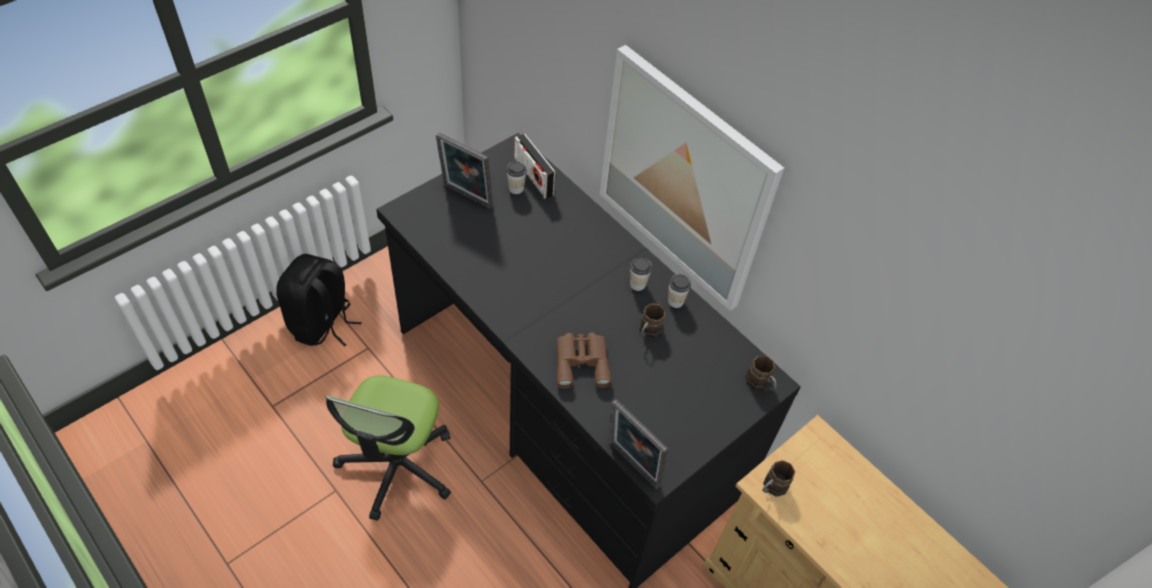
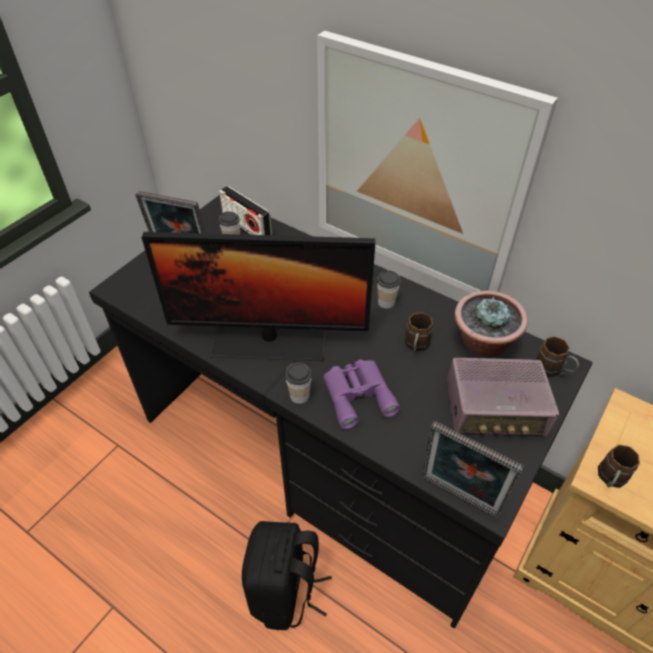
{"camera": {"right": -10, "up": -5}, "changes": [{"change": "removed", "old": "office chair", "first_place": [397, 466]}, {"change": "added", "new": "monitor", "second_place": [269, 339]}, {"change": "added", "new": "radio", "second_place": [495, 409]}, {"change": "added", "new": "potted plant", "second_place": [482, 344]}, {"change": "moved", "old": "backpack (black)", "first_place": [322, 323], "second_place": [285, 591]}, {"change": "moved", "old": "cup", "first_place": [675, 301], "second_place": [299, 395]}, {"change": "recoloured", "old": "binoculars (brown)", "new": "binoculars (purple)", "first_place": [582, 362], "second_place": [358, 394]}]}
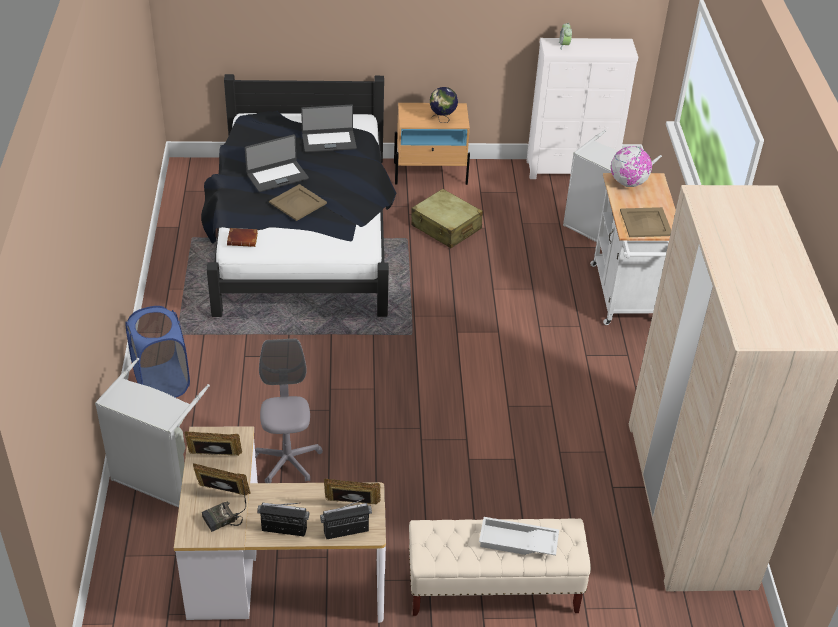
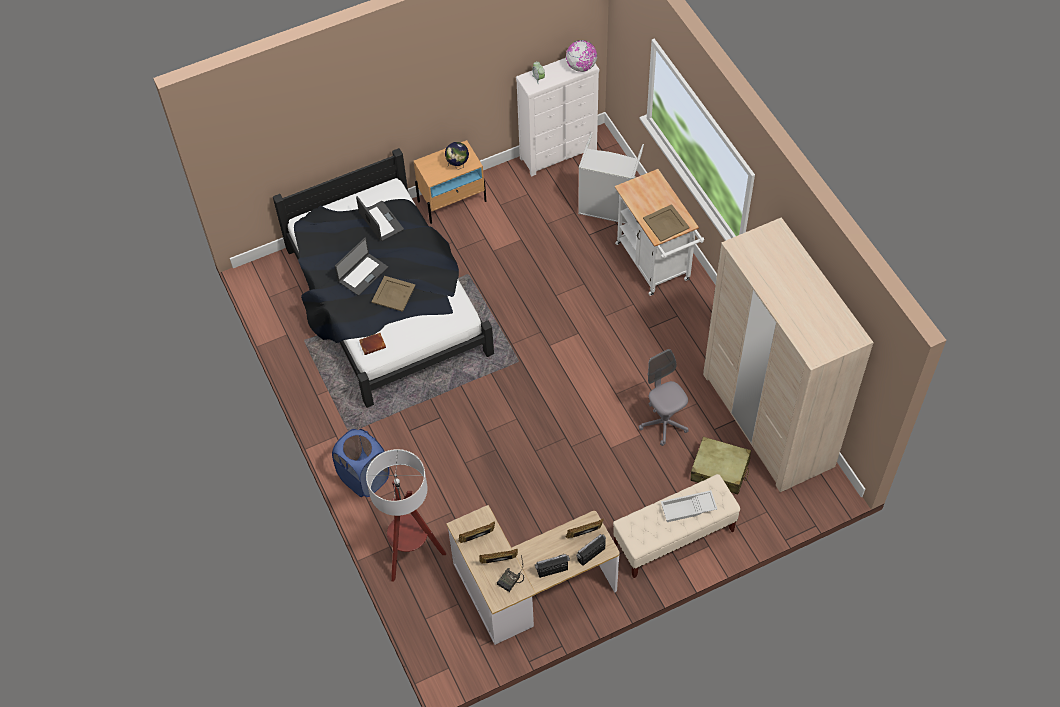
{"camera": {"right": -20, "up": 15}, "changes": [{"change": "moved", "old": "office chair (grey)", "first_place": [287, 461], "second_place": [663, 423]}, {"change": "moved", "old": "suitcase (beige)", "first_place": [446, 227], "second_place": [720, 470]}, {"change": "moved", "old": "globe", "first_place": [628, 183], "second_place": [581, 67]}, {"change": "replaced", "old": "laundry basket (grey)", "new": "floor lamp", "first_place": [159, 479], "second_place": [411, 553]}, {"change": "turned", "old": "laptop", "first_place": [329, 141], "second_place": [380, 222], "degrees": -90}]}
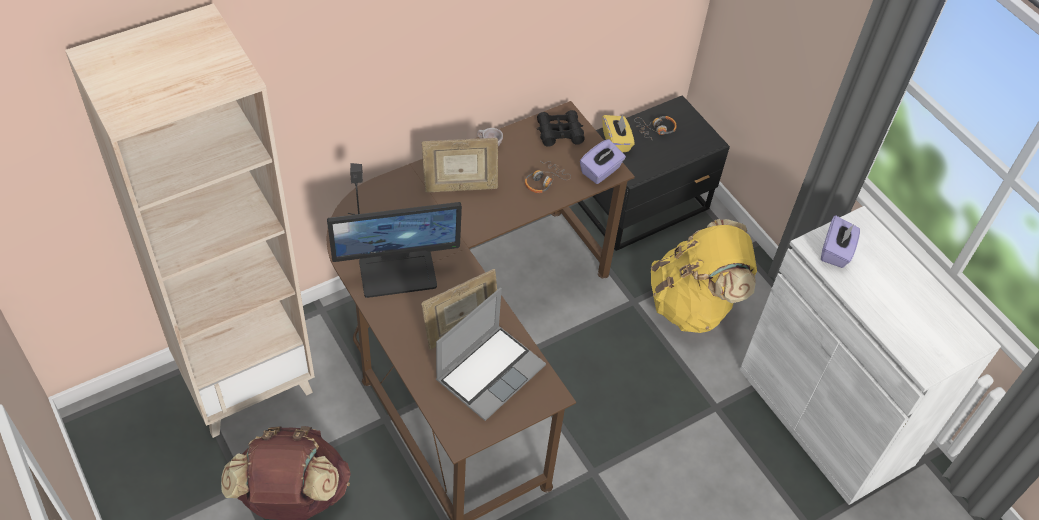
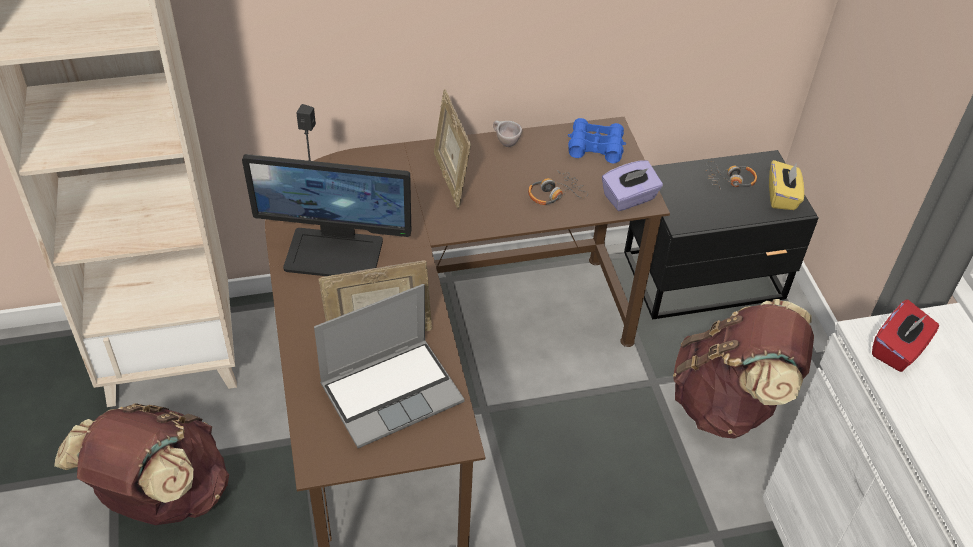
{"camera": {"right": 20, "up": -5}, "changes": [{"change": "moved", "old": "tissue box (yellow)", "first_place": [616, 142], "second_place": [782, 196]}, {"change": "recoloured", "old": "binoculars (black)", "new": "binoculars (blue)", "first_place": [559, 132], "second_place": [595, 147]}, {"change": "recoloured", "old": "backpack (yellow)", "new": "backpack (brown)", "first_place": [693, 304], "second_place": [729, 403]}, {"change": "recoloured", "old": "tissue box (purple)", "new": "tissue box (red)", "first_place": [836, 251], "second_place": [898, 350]}, {"change": "turned", "old": "picture frame", "first_place": [460, 187], "second_place": [450, 179], "degrees": 60}]}
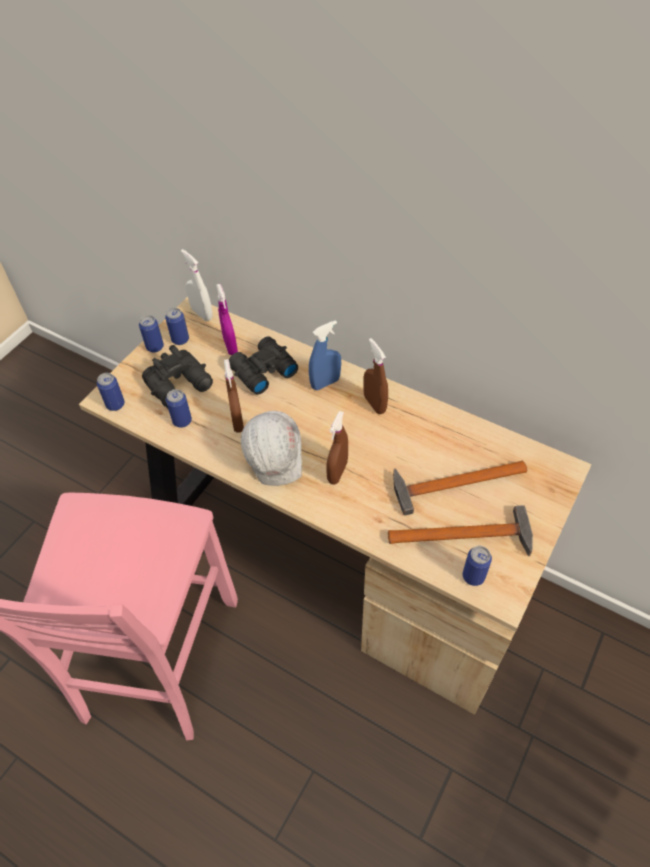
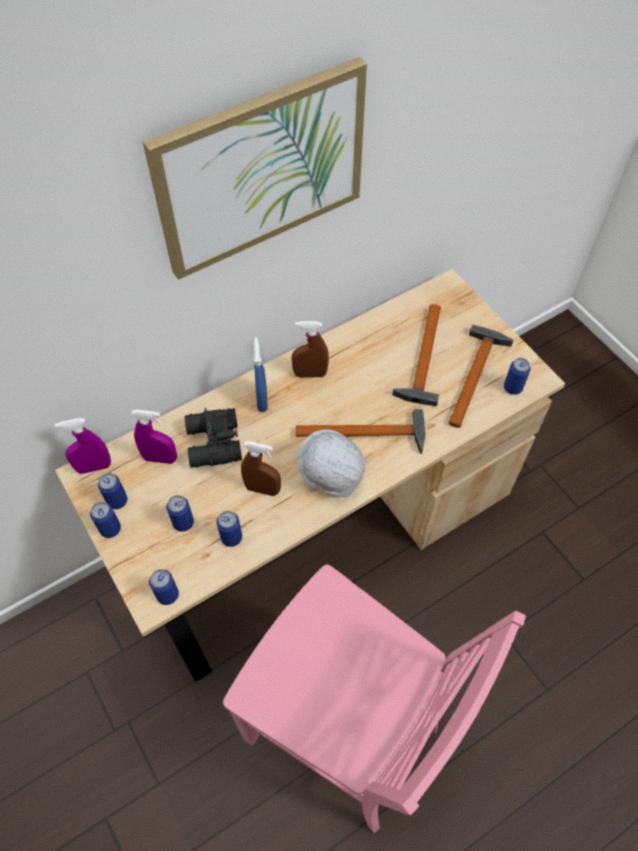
{"camera": {"right": -65, "up": 5}, "changes": [{"change": "added", "new": "picture", "second_place": [261, 169]}, {"change": "replaced", "old": "binoculars (black)", "new": "can", "first_place": [181, 385], "second_place": [183, 522]}, {"change": "replaced", "old": "spray bottle (brown)", "new": "hammer", "first_place": [337, 472], "second_place": [367, 433]}, {"change": "recoloured", "old": "spray bottle (white)", "new": "spray bottle (purple)", "first_place": [202, 313], "second_place": [94, 467]}]}
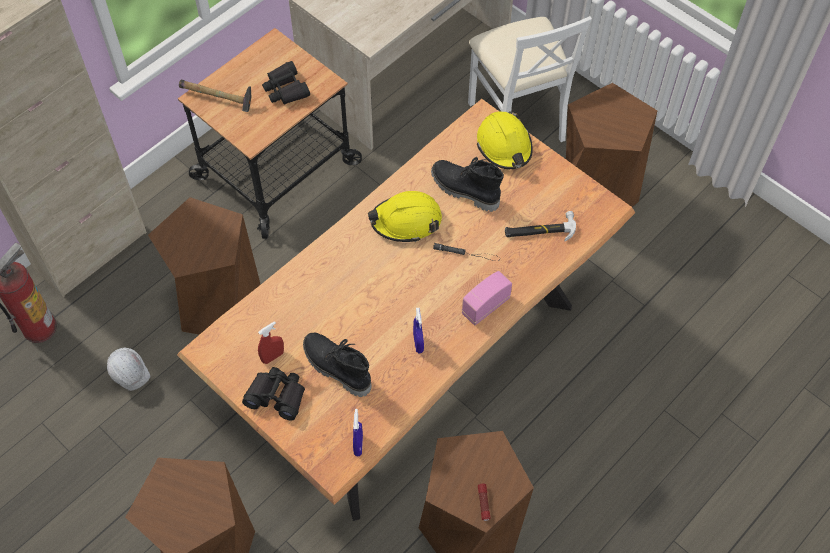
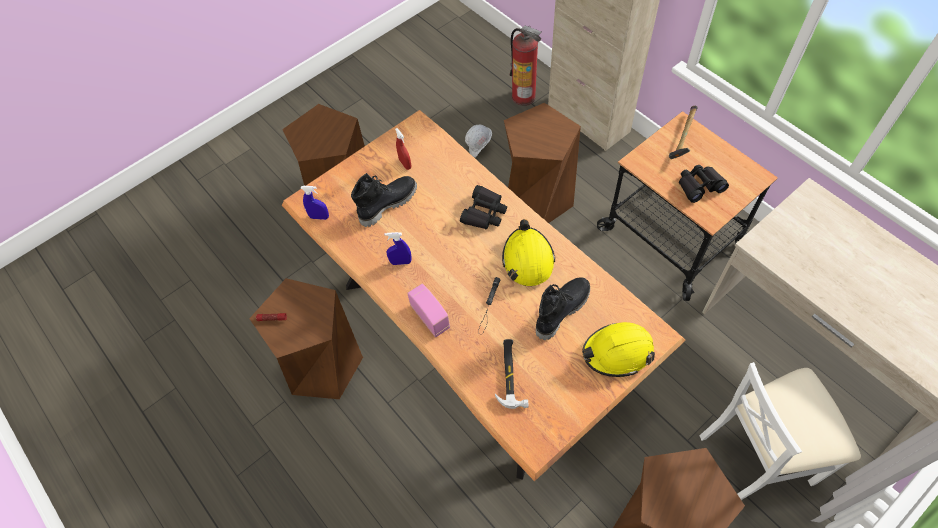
{"camera": {"right": 100, "up": 0}, "changes": [{"change": "moved", "old": "binoculars (black)", "first_place": [277, 396], "second_place": [484, 213]}]}
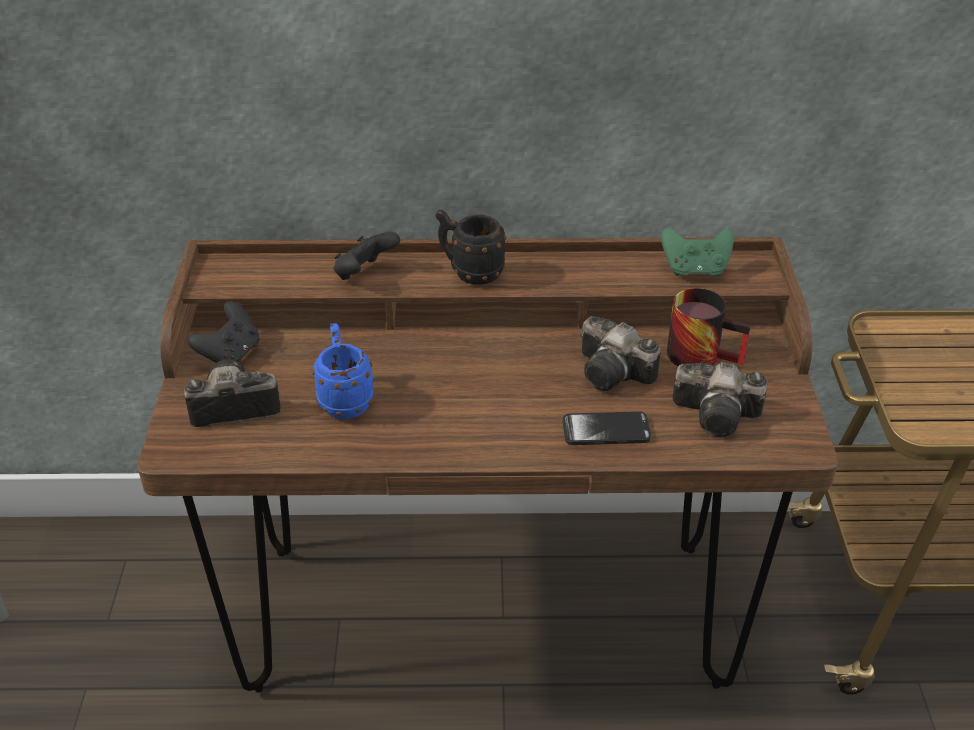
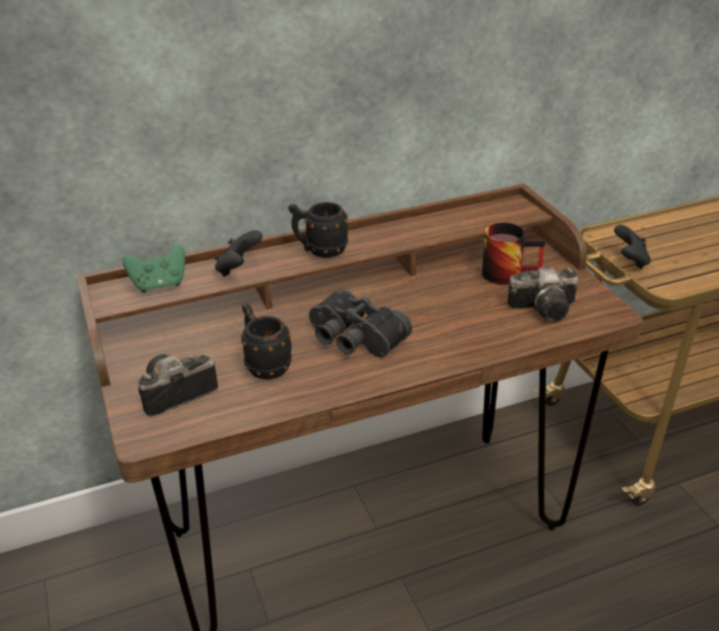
{"camera": {"right": -20, "up": -5}, "changes": [{"change": "removed", "old": "phone", "first_place": [606, 430]}, {"change": "removed", "old": "photo camera", "first_place": [615, 374]}, {"change": "added", "new": "binoculars (black)", "second_place": [354, 339]}, {"change": "moved", "old": "game controller (black)", "first_place": [230, 355], "second_place": [630, 261]}, {"change": "moved", "old": "game controller (green)", "first_place": [695, 270], "second_place": [159, 285]}, {"change": "recoloured", "old": "mug (blue)", "new": "mug (black)", "first_place": [344, 399], "second_place": [264, 365]}]}
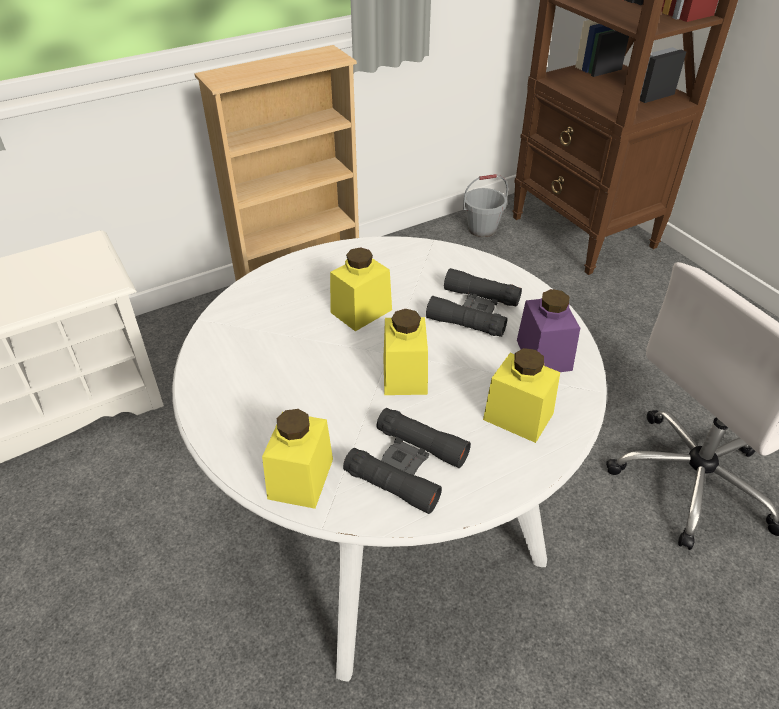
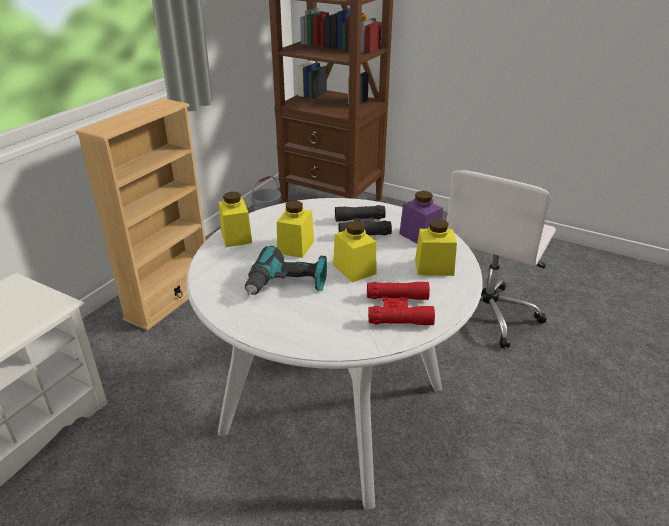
{"camera": {"right": -30, "up": -10}, "changes": [{"change": "added", "new": "power drill", "second_place": [287, 284]}, {"change": "moved", "old": "jar (yellow)", "first_place": [301, 478], "second_place": [236, 237]}, {"change": "recoloured", "old": "binoculars (black)", "new": "binoculars (red)", "first_place": [407, 466], "second_place": [398, 310]}]}
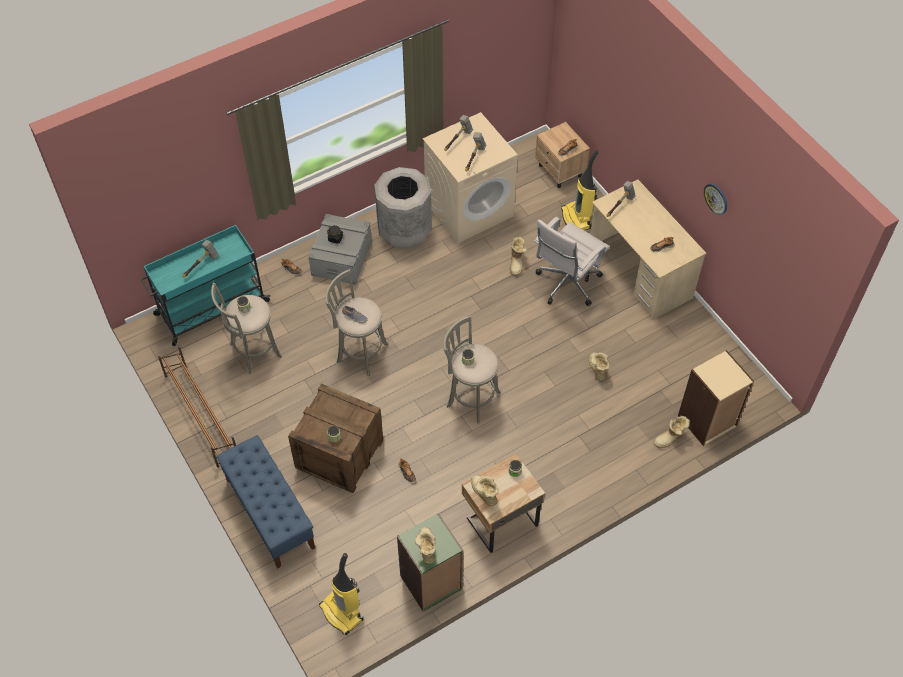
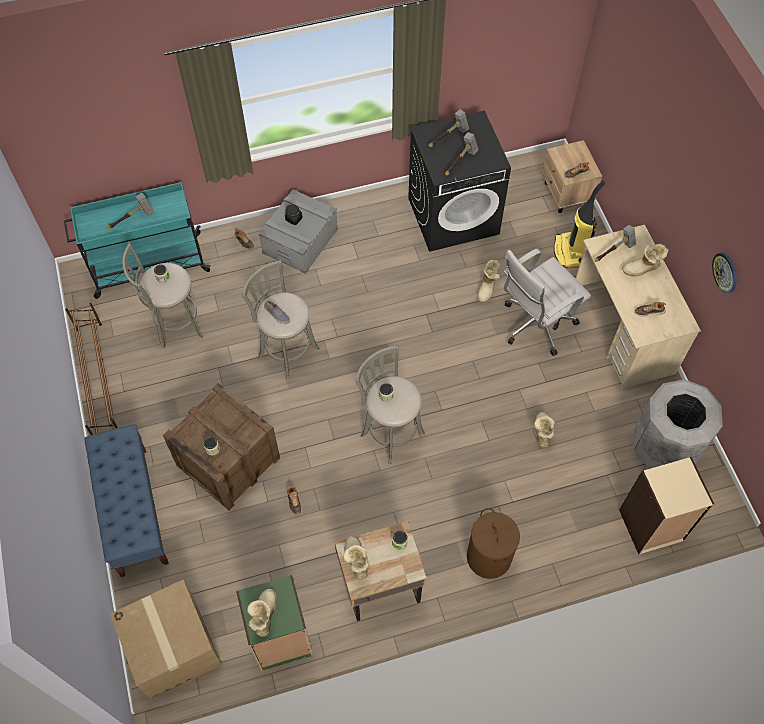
{"camera": {"right": 15, "up": 5}, "changes": [{"change": "added", "new": "laundry basket (brown)", "second_place": [488, 556]}, {"change": "moved", "old": "trash can (grey)", "first_place": [405, 230], "second_place": [664, 447]}, {"change": "moved", "old": "boot", "first_place": [670, 439], "second_place": [642, 269]}, {"change": "replaced", "old": "vacuum cleaner", "new": "cardboard box", "first_place": [342, 612], "second_place": [173, 648]}, {"change": "recoloured", "old": "washing machine (beige)", "new": "washing machine (black)", "first_place": [469, 209], "second_place": [453, 215]}]}
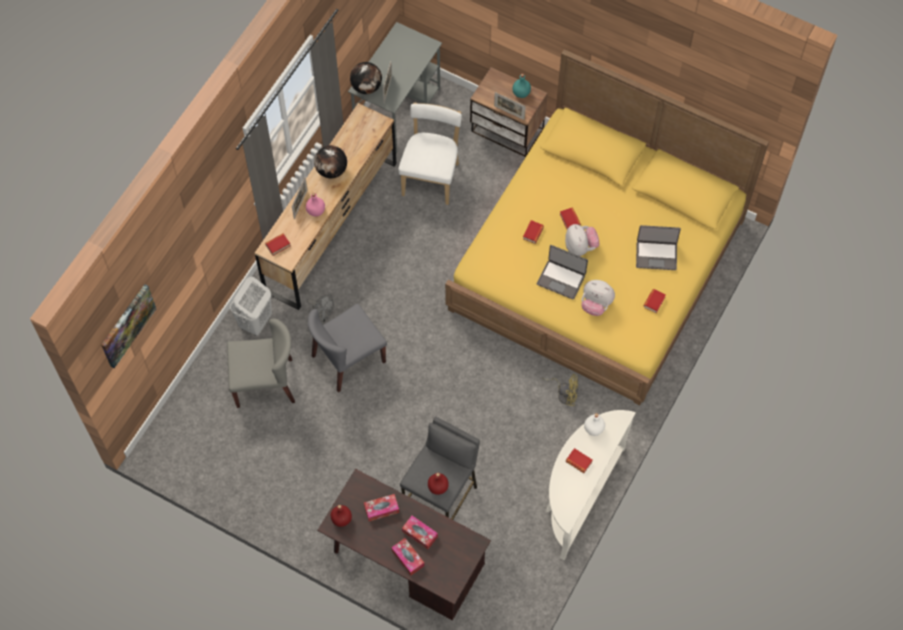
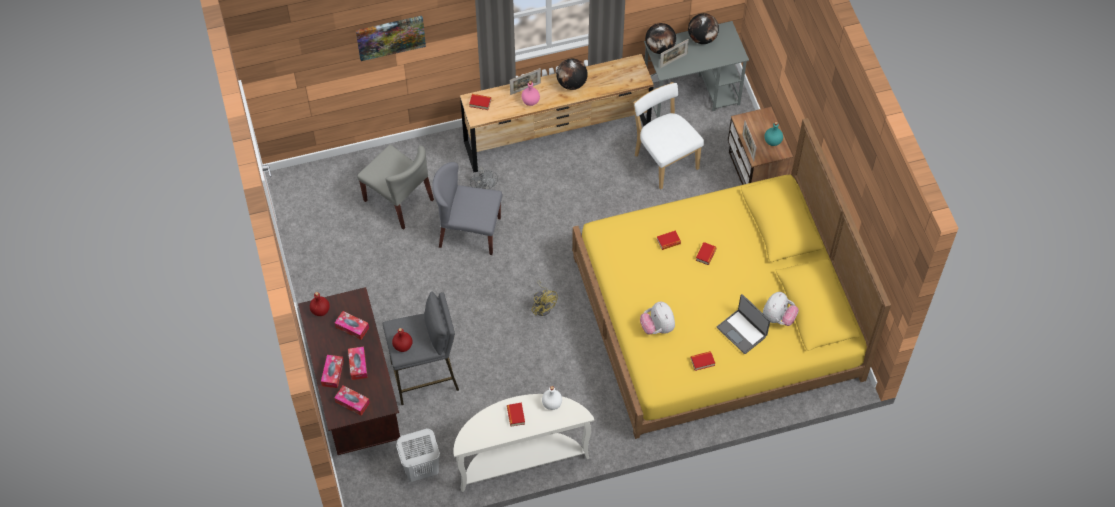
{"camera": {"right": 45, "up": -5}, "changes": [{"change": "removed", "old": "laptop", "first_place": [561, 279]}, {"change": "added", "new": "tissue box", "second_place": [352, 402]}, {"change": "added", "new": "globe", "second_place": [702, 38]}, {"change": "moved", "old": "picture", "first_place": [127, 325], "second_place": [390, 37]}, {"change": "moved", "old": "laundry basket (white)", "first_place": [255, 322], "second_place": [420, 470]}, {"change": "moved", "old": "fan (yellow)", "first_place": [564, 394], "second_place": [543, 306]}, {"change": "moved", "old": "plush toy", "first_place": [580, 247], "second_place": [778, 317]}, {"change": "turned", "old": "chair (white)", "first_place": [431, 177], "second_place": [664, 160], "degrees": -90}]}
